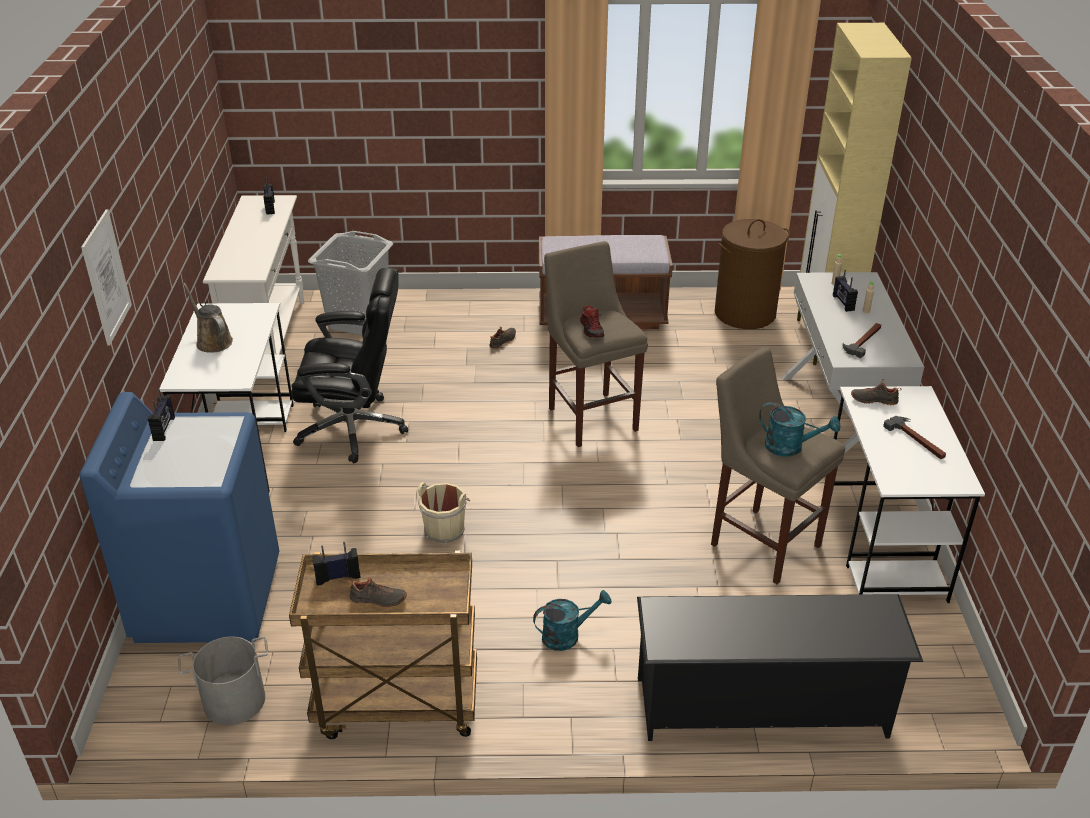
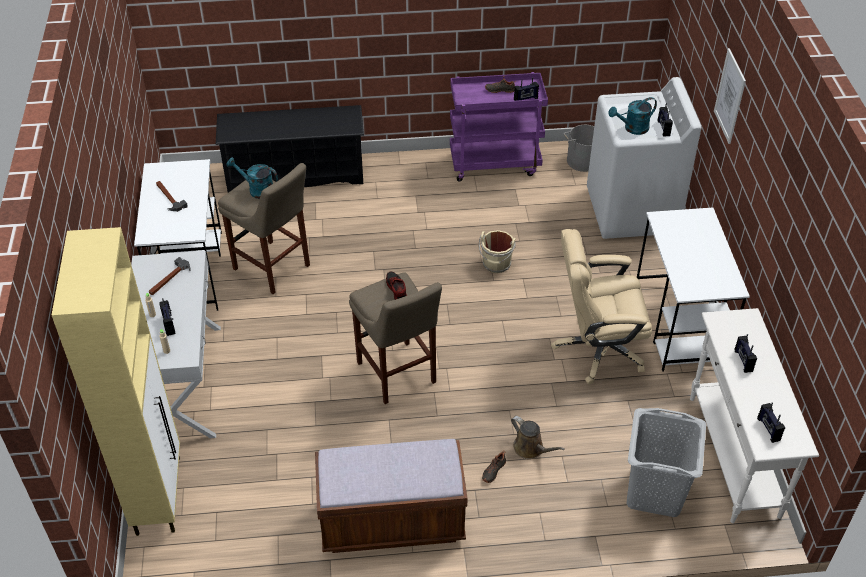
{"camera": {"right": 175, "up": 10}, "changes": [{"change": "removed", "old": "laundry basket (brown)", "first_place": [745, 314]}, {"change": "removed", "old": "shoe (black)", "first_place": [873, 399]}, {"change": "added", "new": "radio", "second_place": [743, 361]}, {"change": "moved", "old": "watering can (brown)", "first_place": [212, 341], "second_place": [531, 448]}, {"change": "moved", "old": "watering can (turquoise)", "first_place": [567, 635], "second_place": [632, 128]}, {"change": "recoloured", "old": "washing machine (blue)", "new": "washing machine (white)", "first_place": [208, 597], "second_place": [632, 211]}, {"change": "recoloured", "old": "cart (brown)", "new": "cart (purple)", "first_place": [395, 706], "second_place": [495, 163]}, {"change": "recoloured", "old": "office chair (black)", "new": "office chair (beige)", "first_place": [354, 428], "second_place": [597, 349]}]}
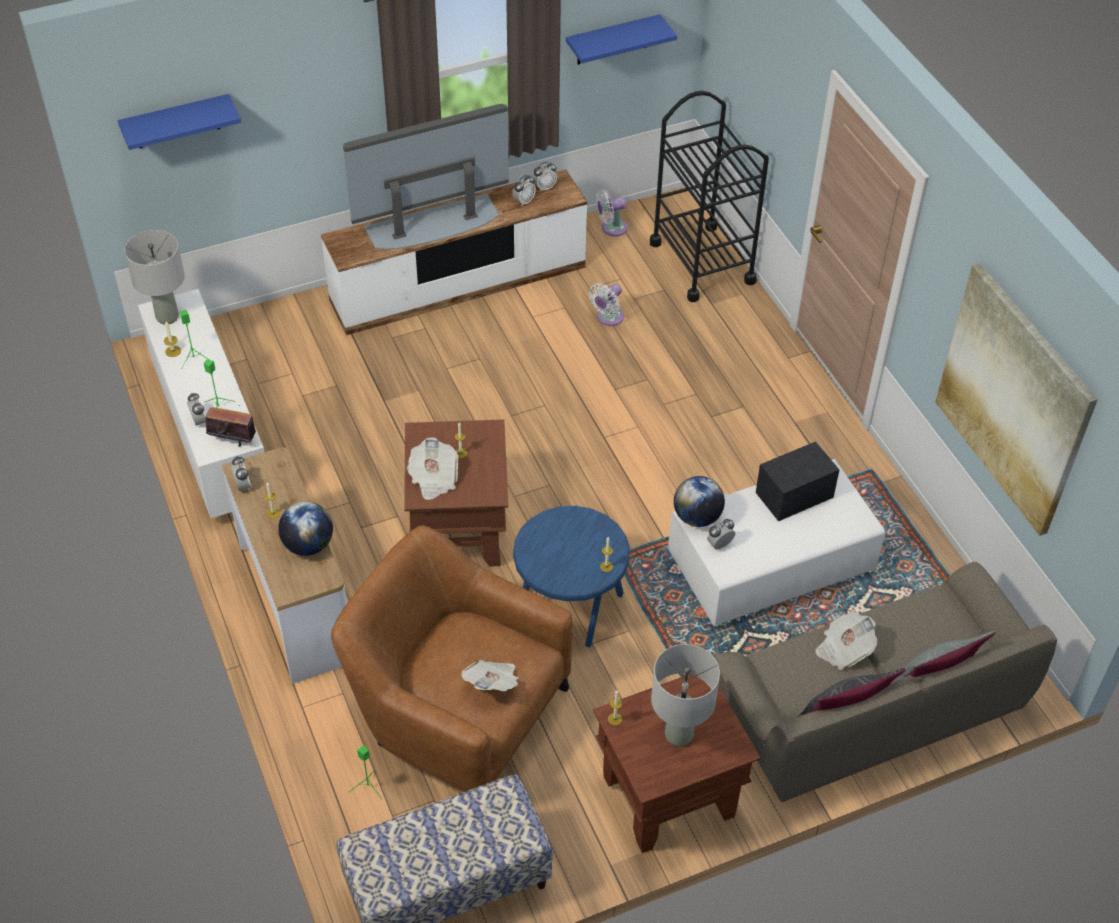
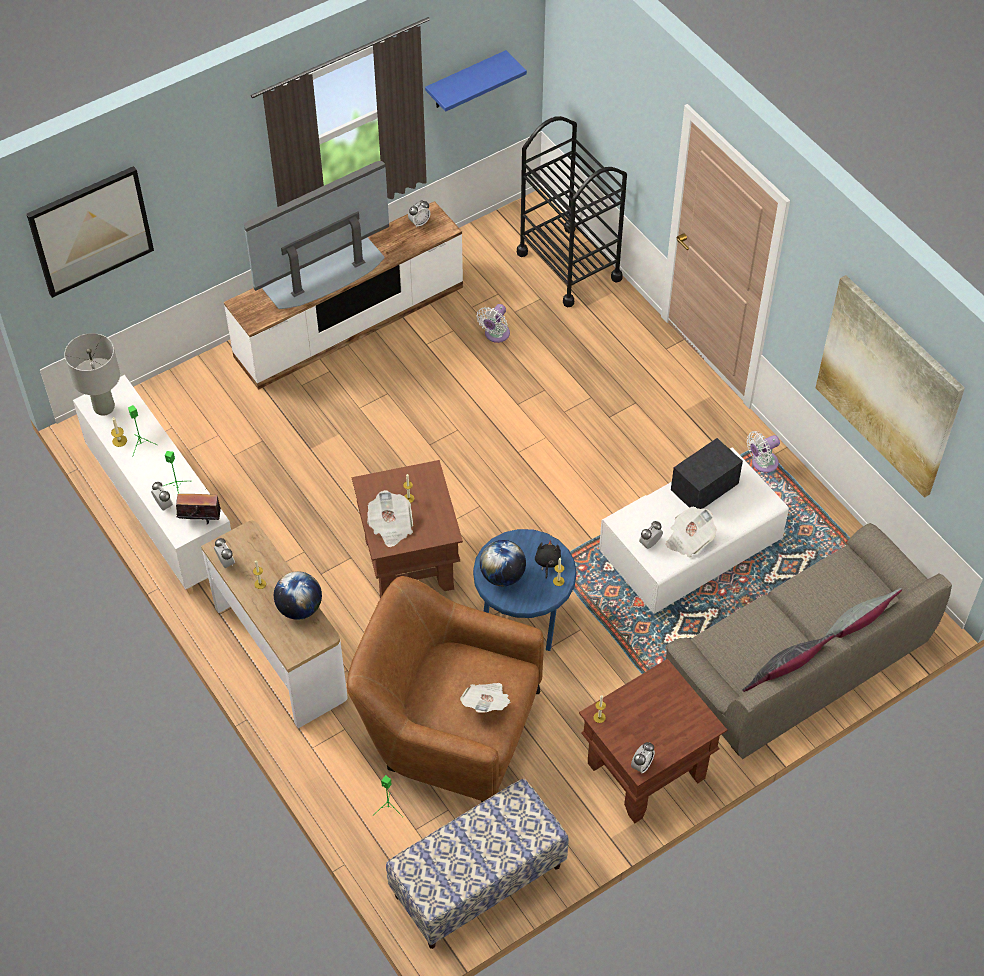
{"camera": {"right": -10, "up": 5}, "changes": [{"change": "removed", "old": "table lamp (grey)", "first_place": [679, 735]}, {"change": "added", "new": "plush toy (black)", "second_place": [547, 563]}, {"change": "moved", "old": "alarm clock", "first_place": [524, 201], "second_place": [641, 765]}, {"change": "moved", "old": "fan (white)", "first_place": [611, 228], "second_place": [762, 463]}, {"change": "moved", "old": "globe", "first_place": [697, 517], "second_place": [502, 575]}, {"change": "moved", "old": "newspaper", "first_place": [843, 649], "second_place": [689, 539]}, {"change": "replaced", "old": "shelf (blue)", "new": "picture", "first_place": [176, 122], "second_place": [90, 230]}]}
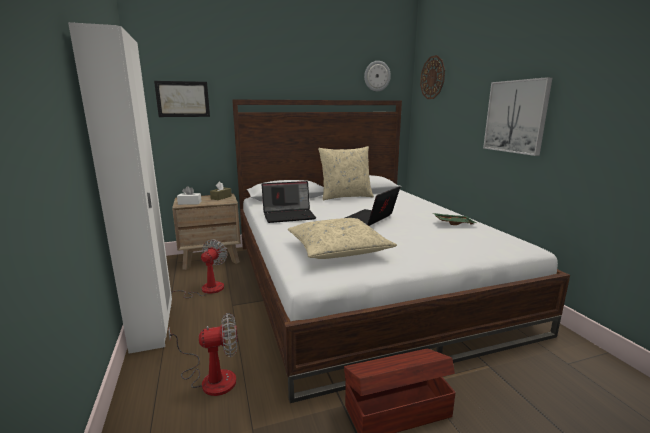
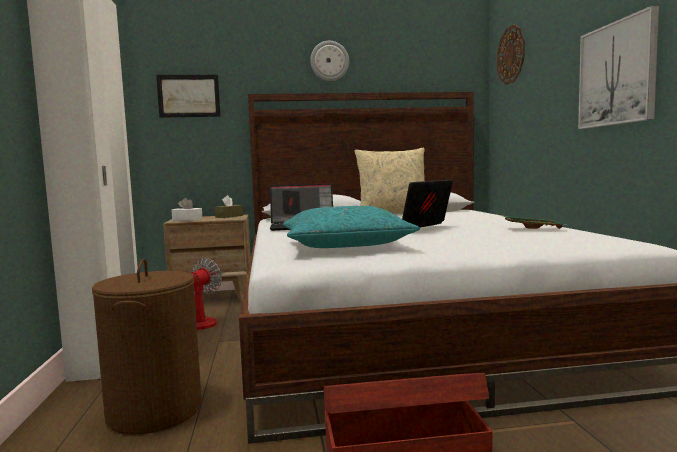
{"camera": {"right": 10, "up": -10}, "changes": [{"change": "moved", "old": "wall clock", "first_place": [377, 76], "second_place": [329, 61]}, {"change": "replaced", "old": "fan", "new": "laundry basket (brown)", "first_place": [211, 377], "second_place": [155, 410]}, {"change": "recoloured", "old": "pillow (beige)", "new": "pillow (turquoise)", "first_place": [338, 249], "second_place": [344, 244]}]}
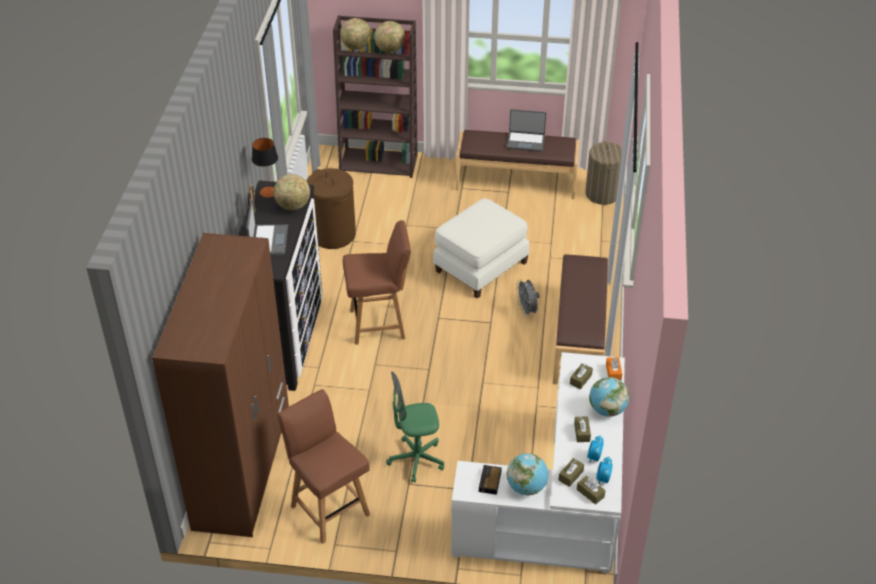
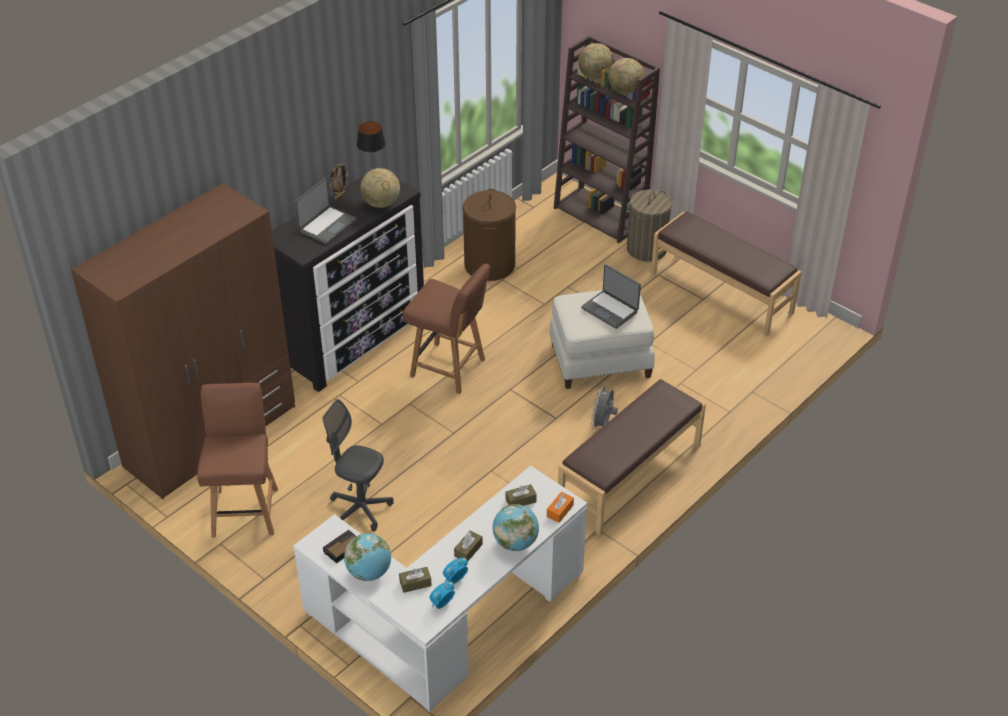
{"camera": {"right": 35, "up": 0}, "changes": [{"change": "removed", "old": "tissue box (brown)", "first_place": [590, 493]}, {"change": "moved", "old": "laptop", "first_place": [525, 141], "second_place": [610, 310]}, {"change": "moved", "old": "laundry basket", "first_place": [602, 194], "second_place": [646, 249]}, {"change": "recoloured", "old": "office chair (green)", "new": "office chair (grey)", "first_place": [416, 460], "second_place": [360, 509]}]}
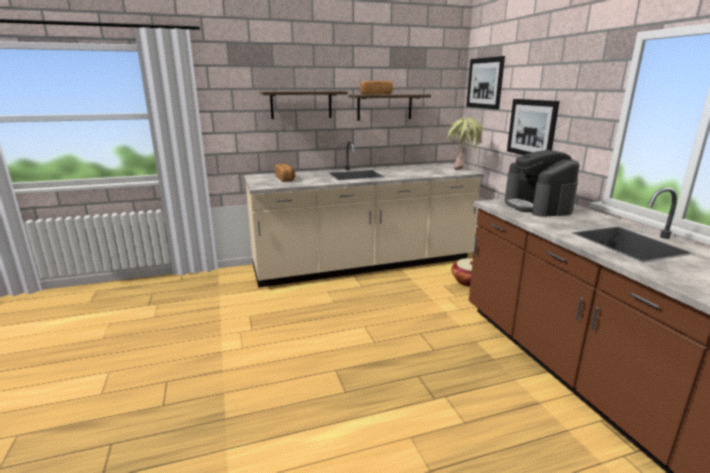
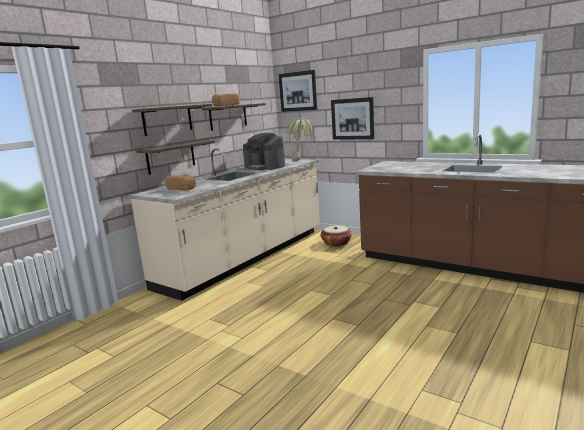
{"camera": {"right": -35, "up": -5}, "changes": [{"change": "added", "new": "shelf", "second_place": [171, 157]}, {"change": "moved", "old": "coffee machine", "first_place": [537, 206], "second_place": [265, 167]}]}
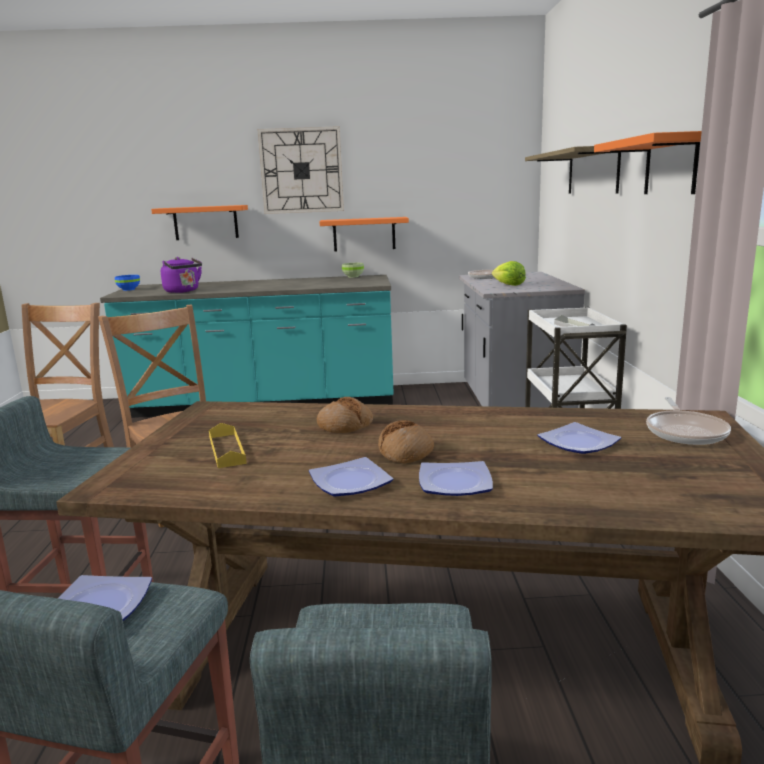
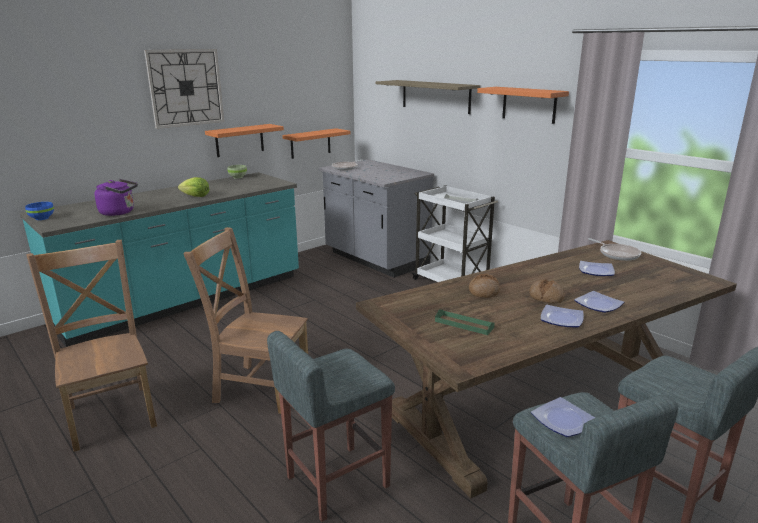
{"camera": {"right": -40, "up": 5}, "changes": [{"change": "moved", "old": "shelf (orange)", "first_place": [205, 222], "second_place": [310, 143]}, {"change": "moved", "old": "lettuce", "first_place": [508, 285], "second_place": [195, 196]}, {"change": "recoloured", "old": "tray (yellow)", "new": "tray (green)", "first_place": [227, 450], "second_place": [464, 324]}]}
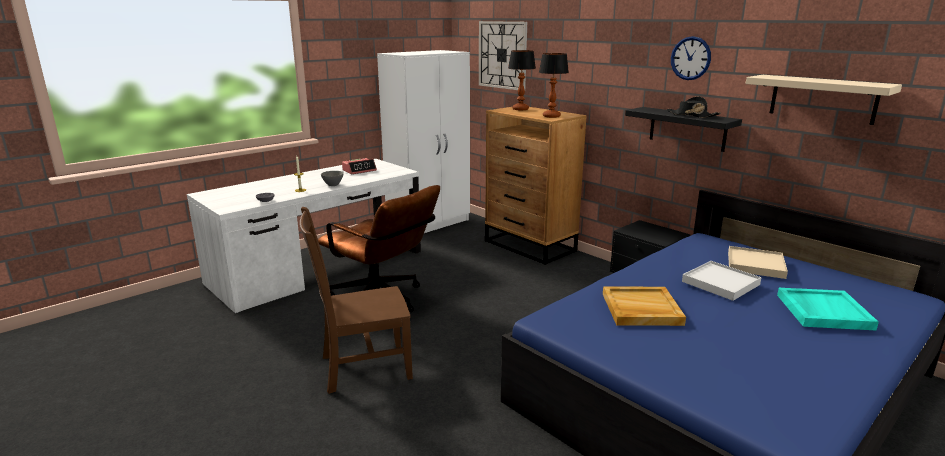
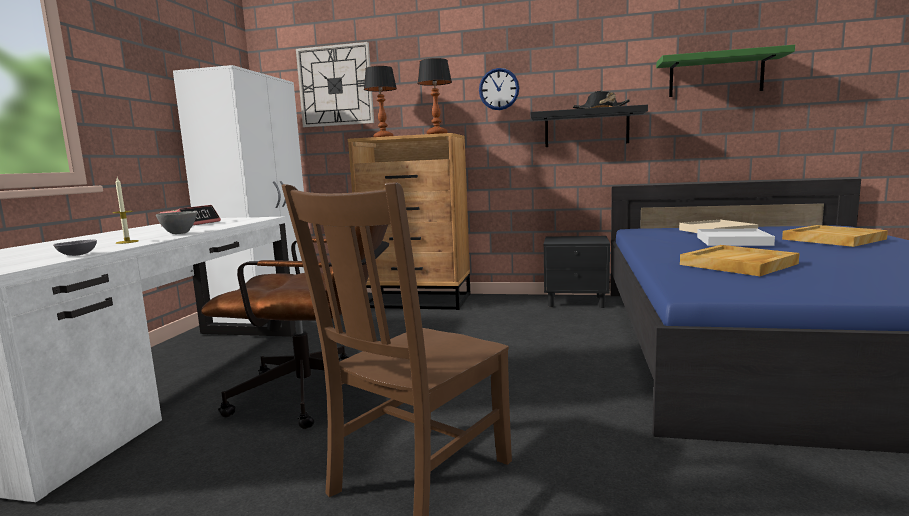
{"camera": {"right": -35, "up": -10}, "changes": [{"change": "moved", "old": "wall clock", "first_place": [690, 58], "second_place": [499, 89]}, {"change": "recoloured", "old": "shelf (beige)", "new": "shelf (green)", "first_place": [822, 99], "second_place": [715, 75]}, {"change": "recoloured", "old": "tray (turquoise)", "new": "tray (beige)", "first_place": [822, 311], "second_place": [832, 239]}]}
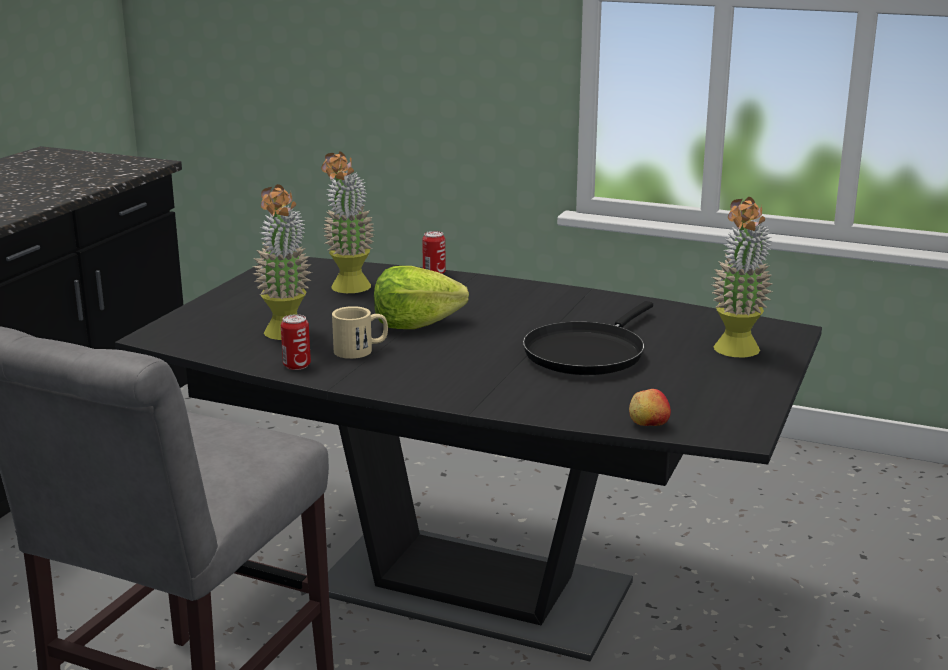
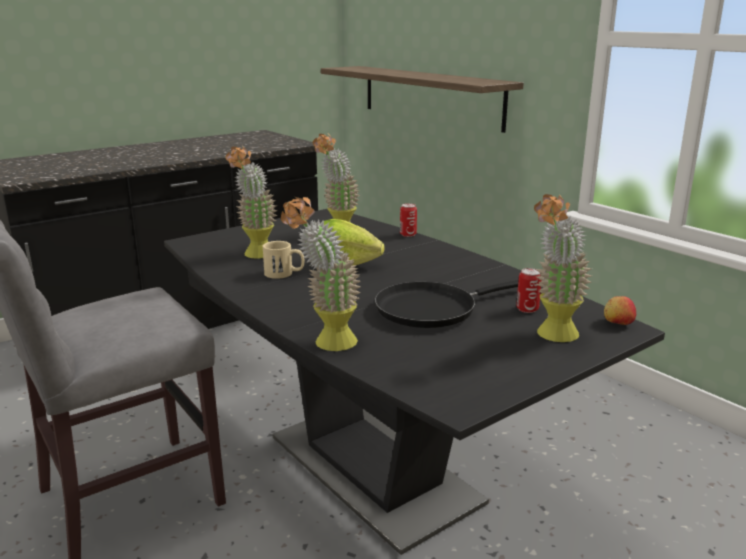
{"camera": {"right": 30, "up": 0}, "changes": [{"change": "added", "new": "potted plant", "second_place": [325, 344]}, {"change": "added", "new": "shelf", "second_place": [430, 96]}, {"change": "moved", "old": "can", "first_place": [297, 365], "second_place": [527, 309]}, {"change": "moved", "old": "apple", "first_place": [648, 424], "second_place": [618, 323]}]}
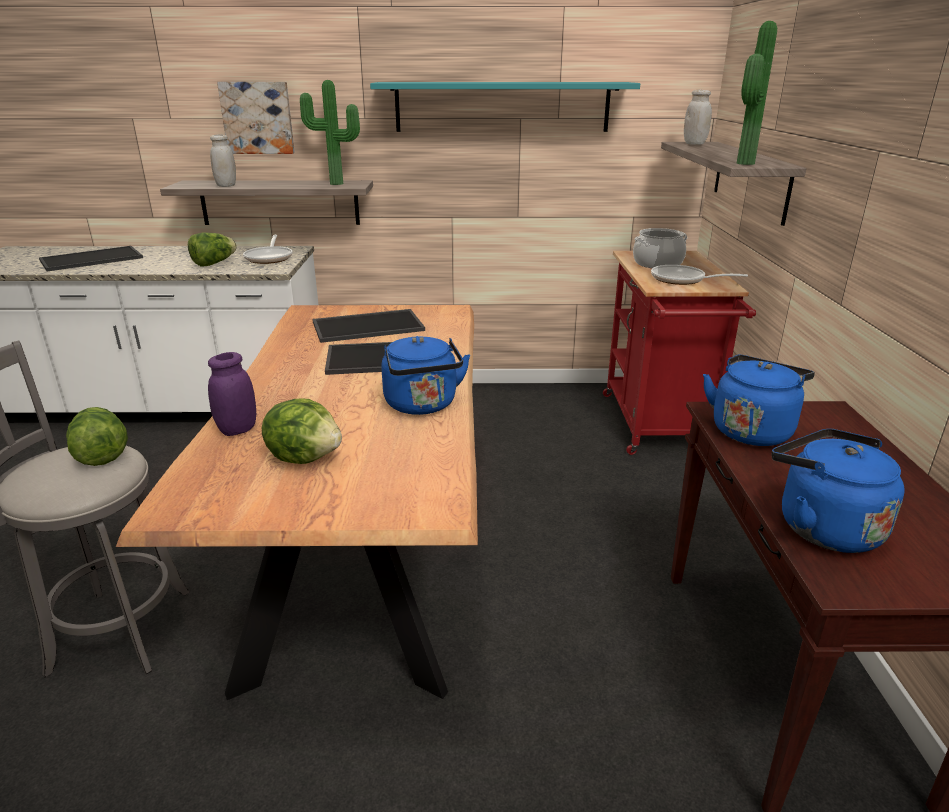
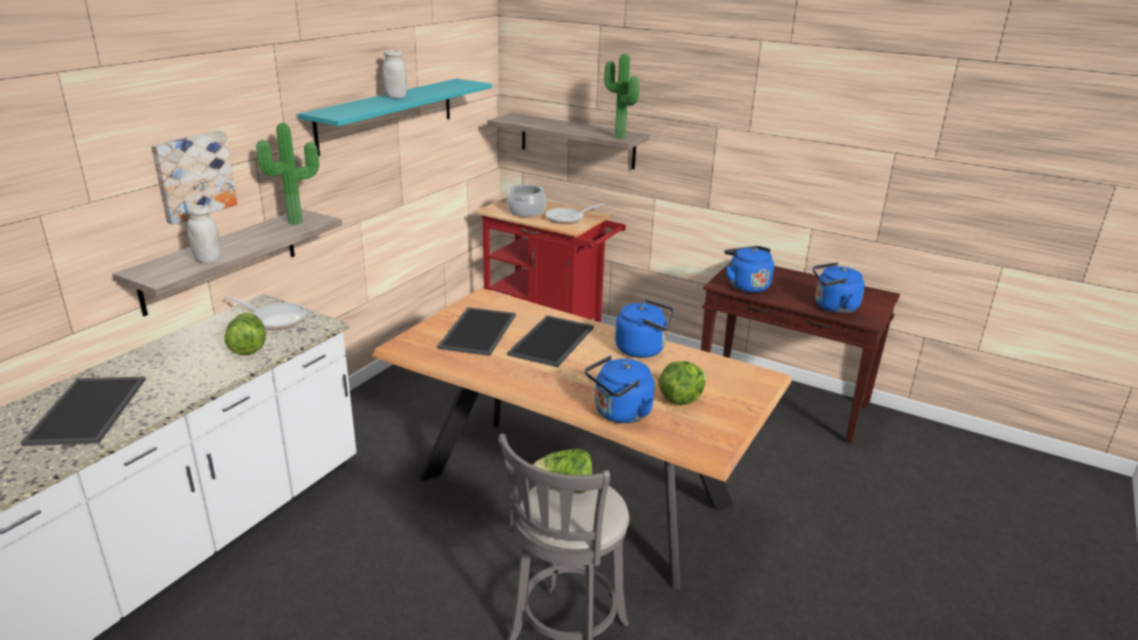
{"camera": {"right": -60, "up": 0}, "changes": [{"change": "moved", "old": "jar (white)", "first_place": [694, 144], "second_place": [396, 97]}, {"change": "replaced", "old": "jar (purple)", "new": "kettle (blue)", "first_place": [238, 429], "second_place": [620, 413]}]}
